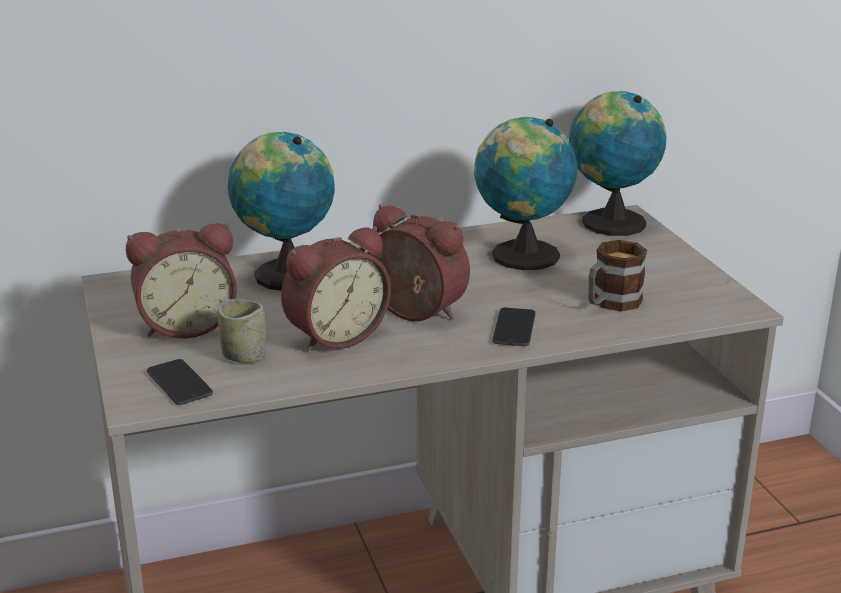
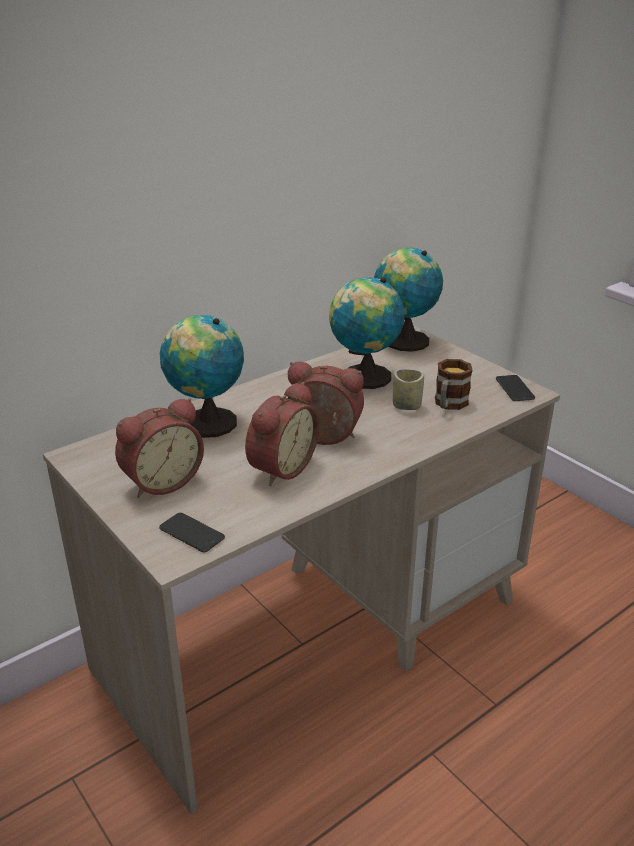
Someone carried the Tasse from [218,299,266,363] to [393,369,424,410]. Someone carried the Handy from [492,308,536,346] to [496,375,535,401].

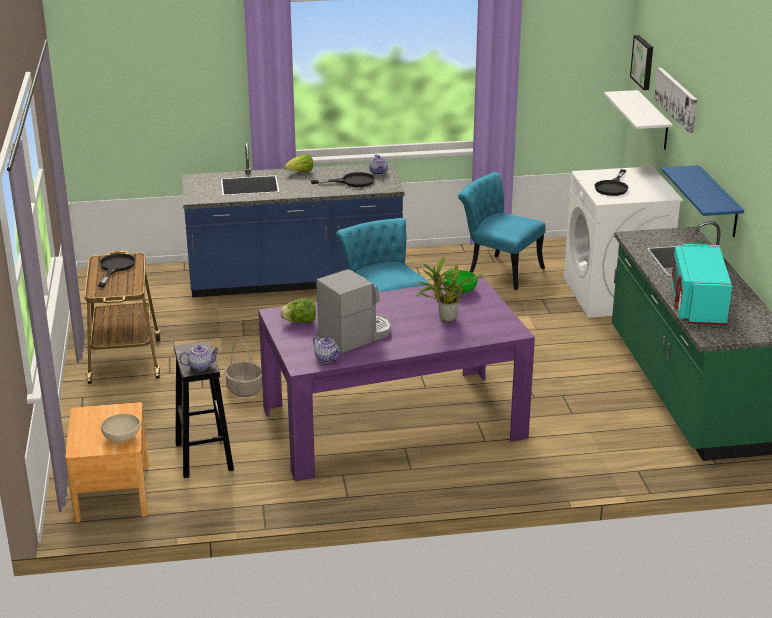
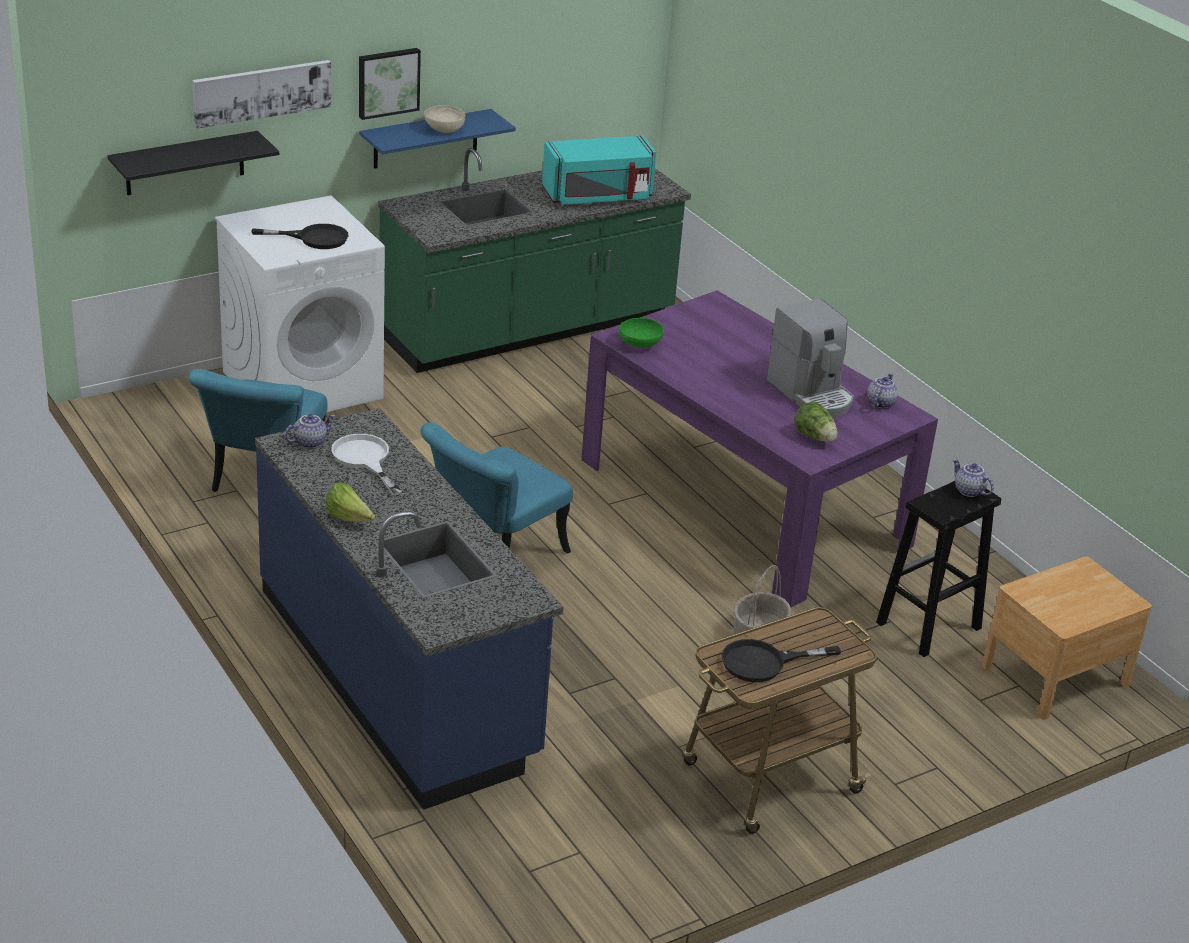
Someone carried the Bild from [630,35,653,90] to [359,48,421,120]. Someone repainted the Wandregal [weiß] at [604,90,673,150], which became the Wandregal [schwarz] at [107,131,279,195]. Someone repainted the Pfanne [schwarz] at [310,172,375,187], which became the Pfanne [weiß] at [331,434,402,496]. Someone took away the Topfpflanze at [416,257,484,322]. Someone rotated the Kaffeemaschine at [316,269,391,353] by 150 degrees counterclockwise. Someone carried the Schüssel [beige] from [101,414,140,443] to [424,105,465,133].

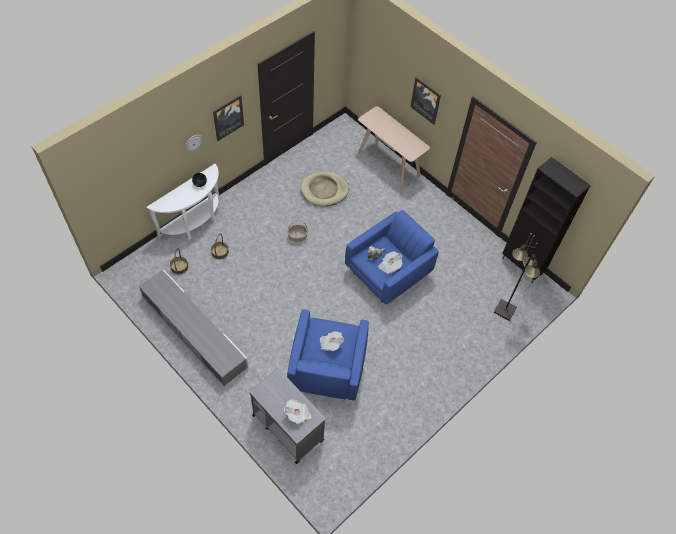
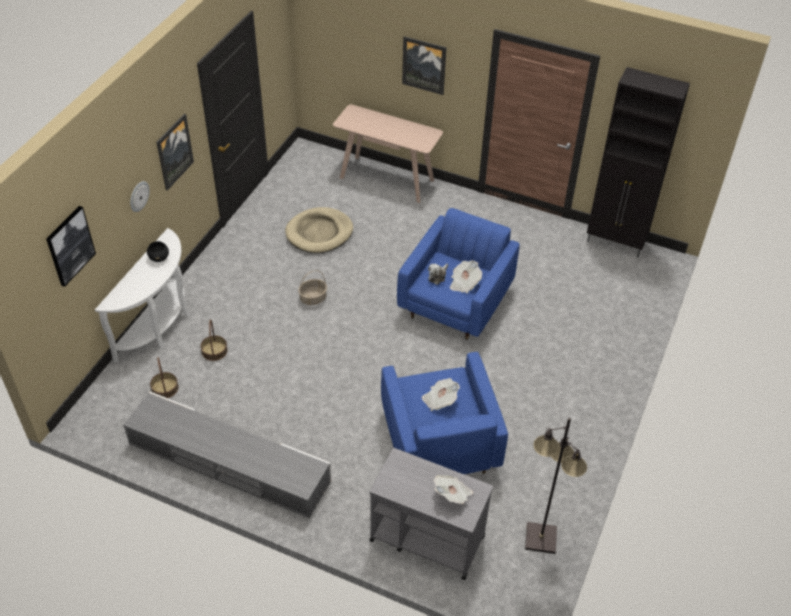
Someone carried the Stehlampe [schwarz] from [493,243,540,321] to [525,418,587,554]. Someone put up the Bild at [46,206,96,287].

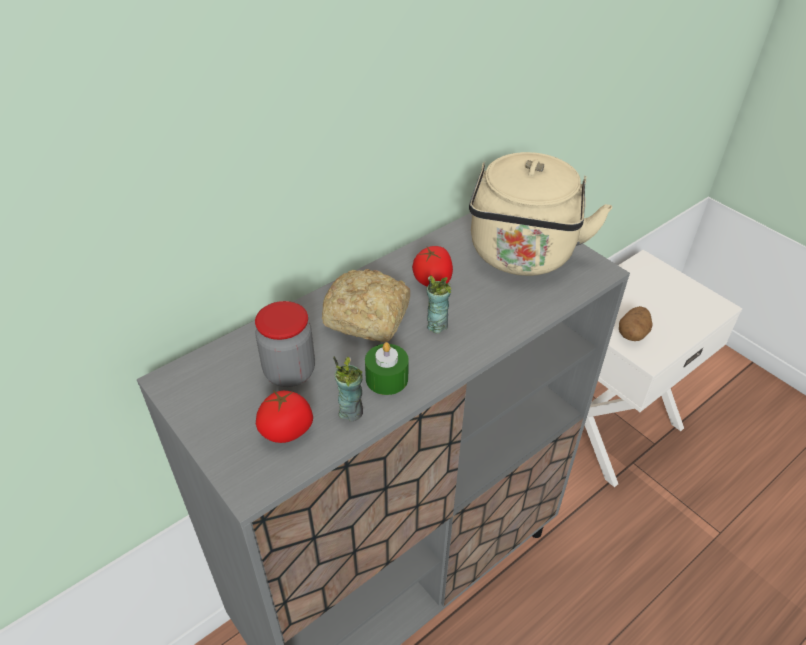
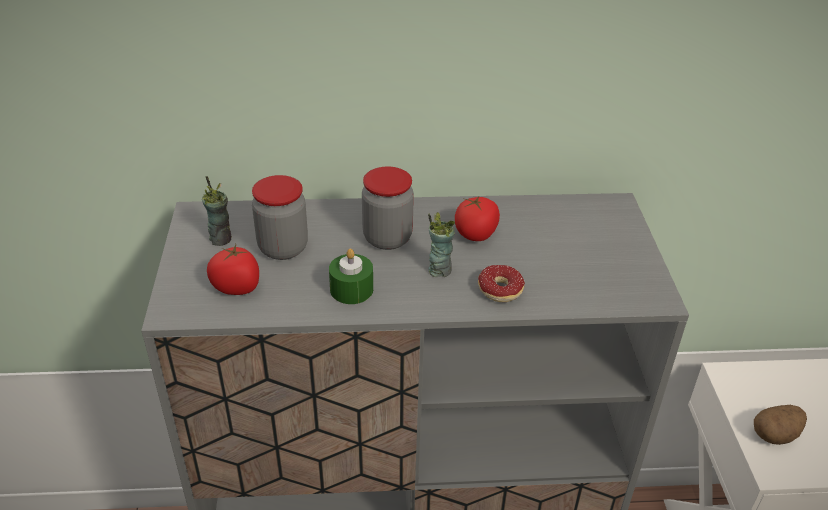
Someone took away the Wasserkessel [beige] at [469,152,612,276]. Someone swapped the Brot at [322,269,410,342] for the Vorratsglas at [362,166,414,250]. Someone carried the Tasse from [333,356,363,422] to [202,176,232,246]. Someone put down the Donut at [478,265,525,302].

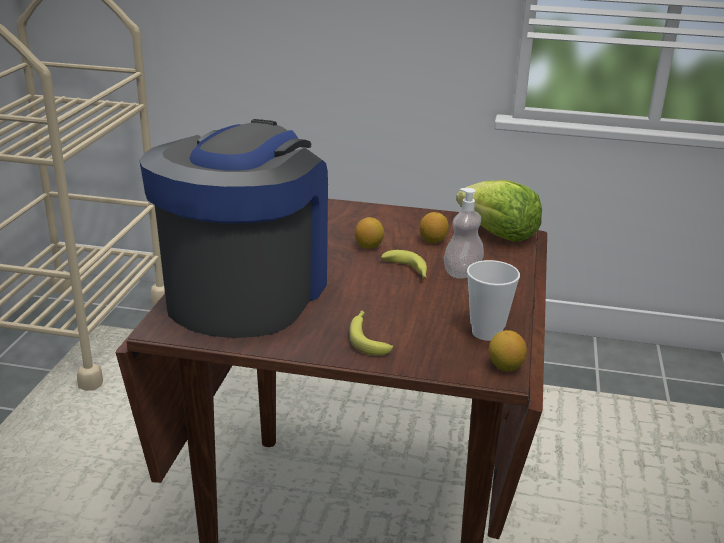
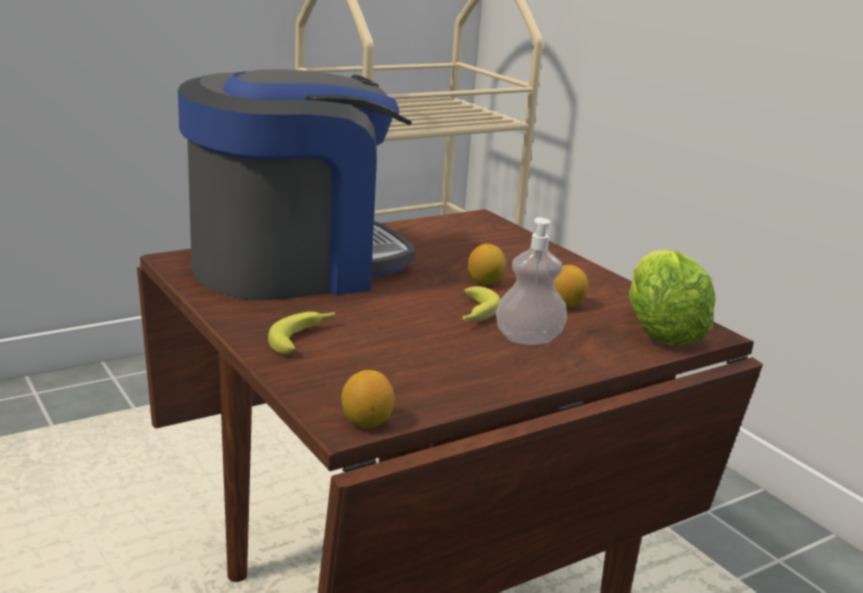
Someone took away the Tasse at [467,260,520,341].

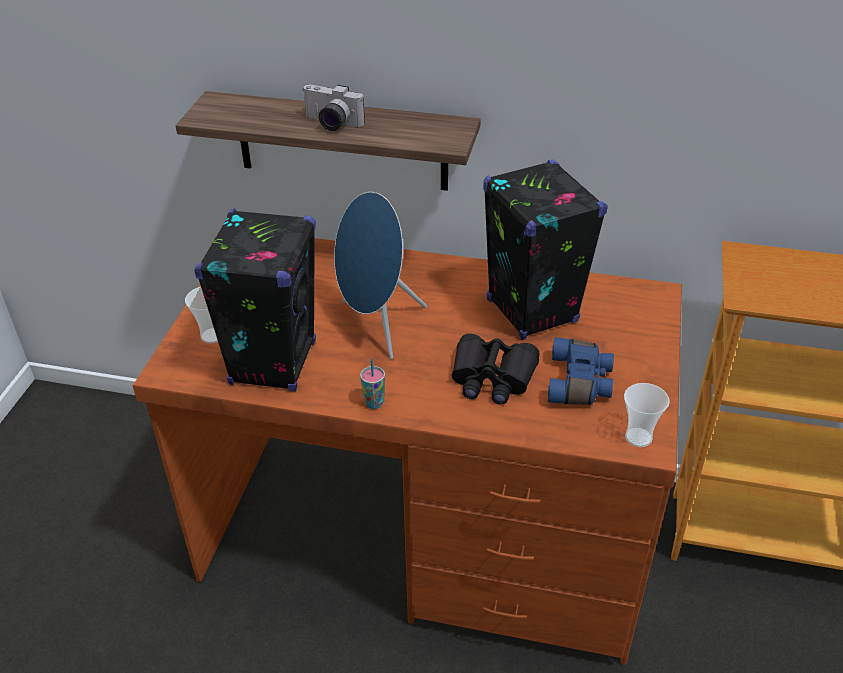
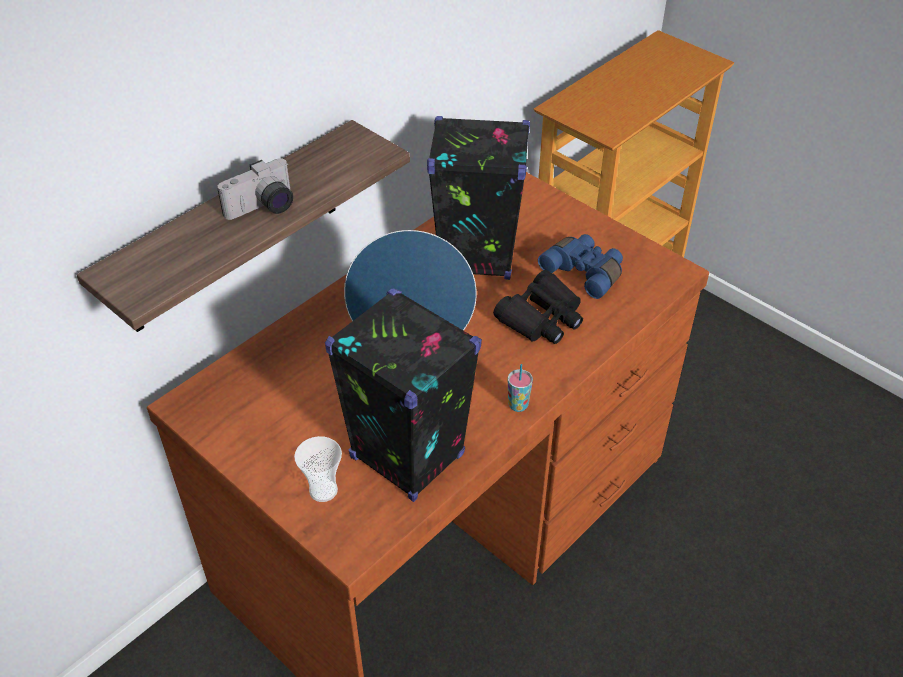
Someone took away the Tasse at [624,383,670,447].

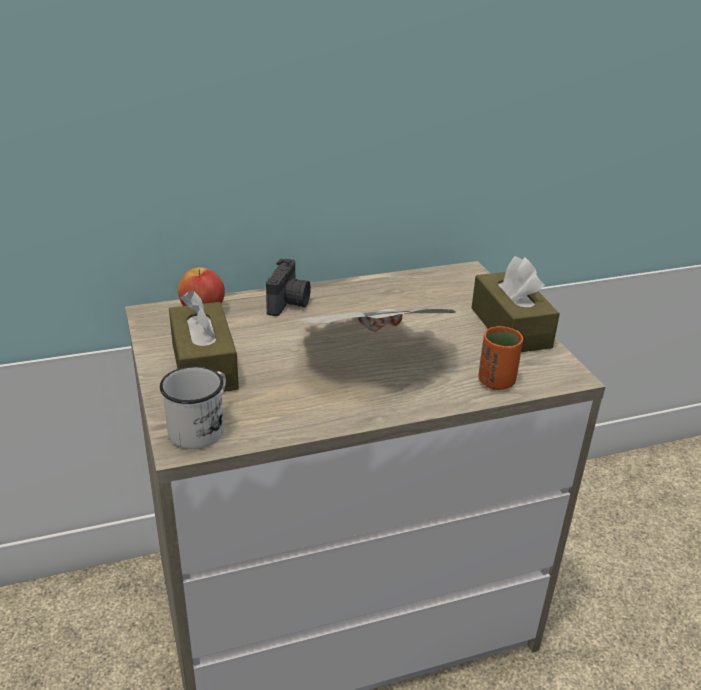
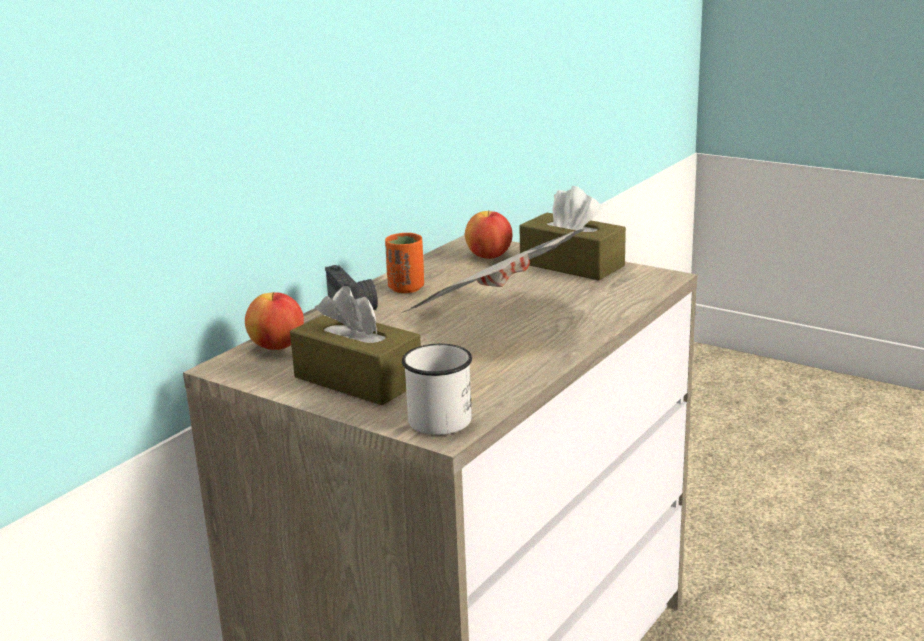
Someone carried the Tasse [orange] from [479,326,523,390] to [385,233,424,293]. Someone put down the Apfel at [465,211,512,259].

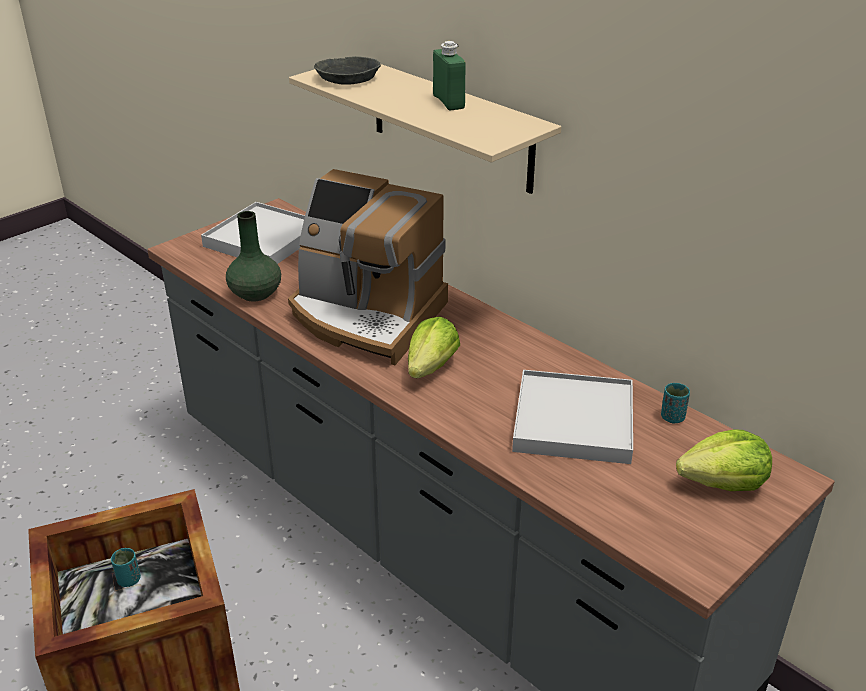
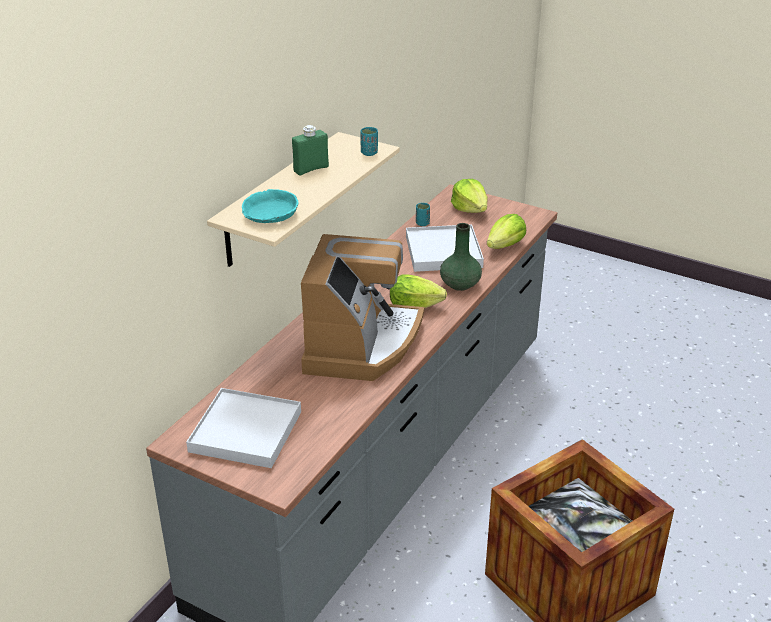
Someone repainted the Schüssel [grau] at [314,56,381,85], which became the Schüssel [türkis] at [242,189,299,223]. Someone carried the Vase [grün] from [226,211,281,302] to [440,223,482,291]. Someone carried the Tasse [türkis] from [111,548,141,587] to [361,127,378,156]. Someone put down the Salatkopf at [487,214,526,249].

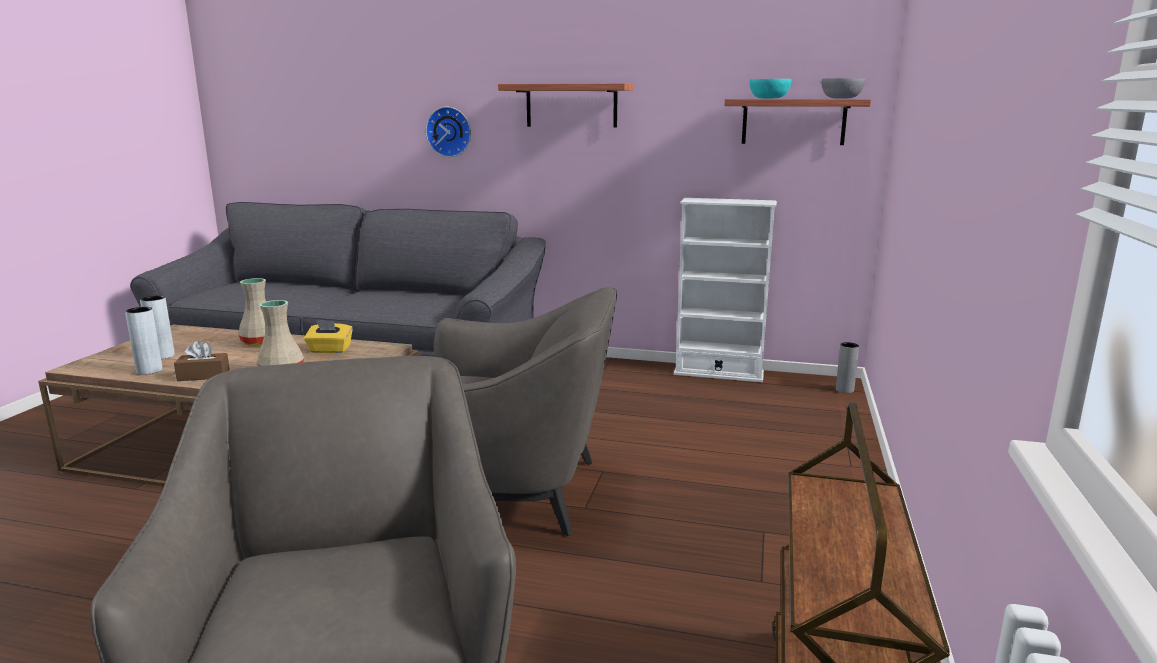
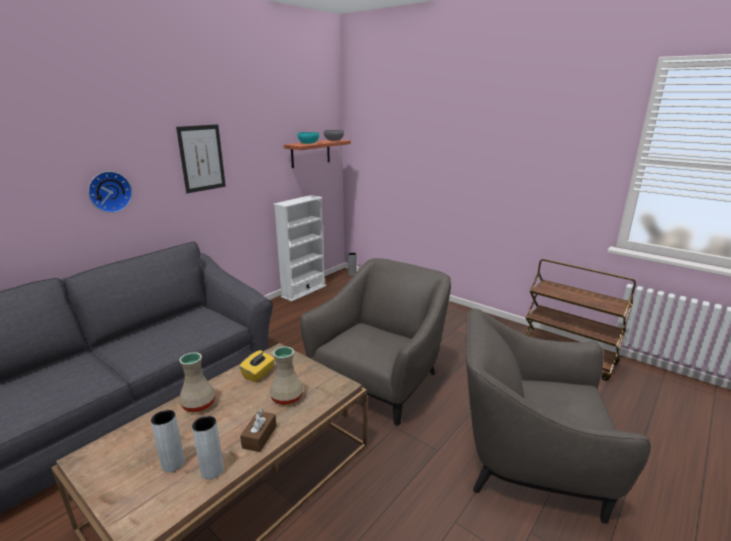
Someone swapped the Wandregal at [498,83,633,128] for the Bild at [176,124,226,193].

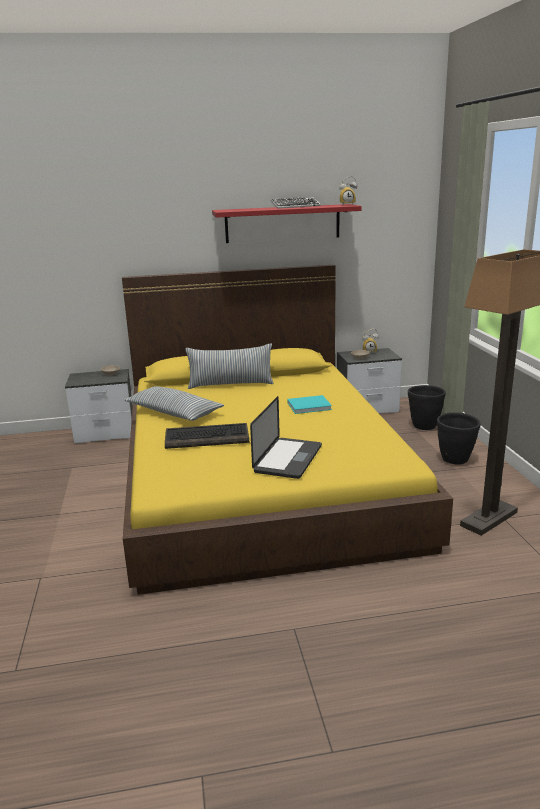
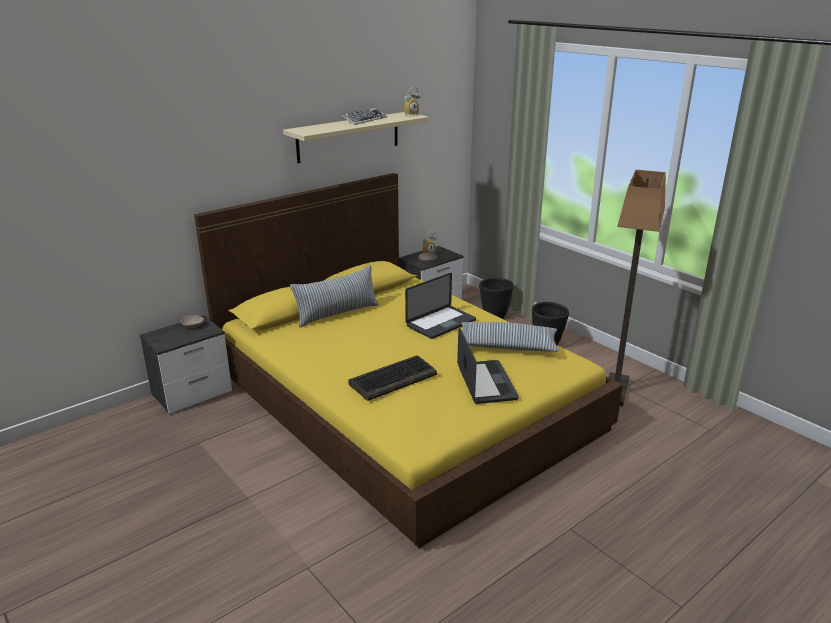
Someone repainted the Wandregal [rot] at [212,204,362,243], which became the Wandregal [beige] at [283,112,429,163]. Someone carried the Kissen from [124,386,224,421] to [457,322,559,352]. Someone swapped the Buch [türkis] at [287,395,332,414] for the Laptop at [405,273,476,339].

